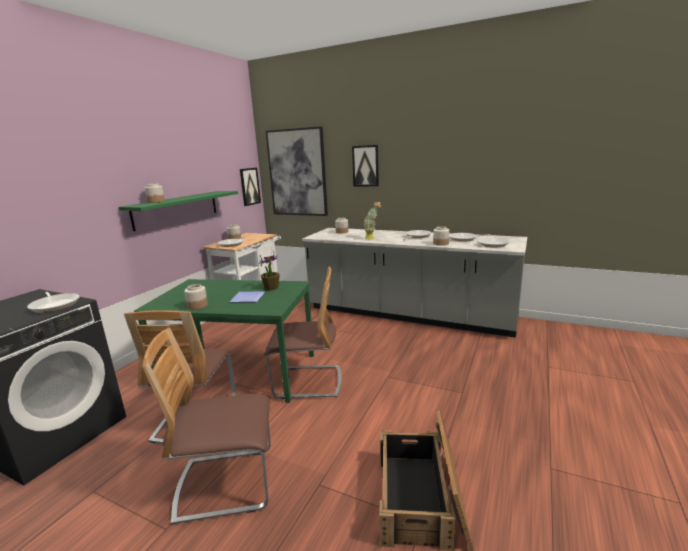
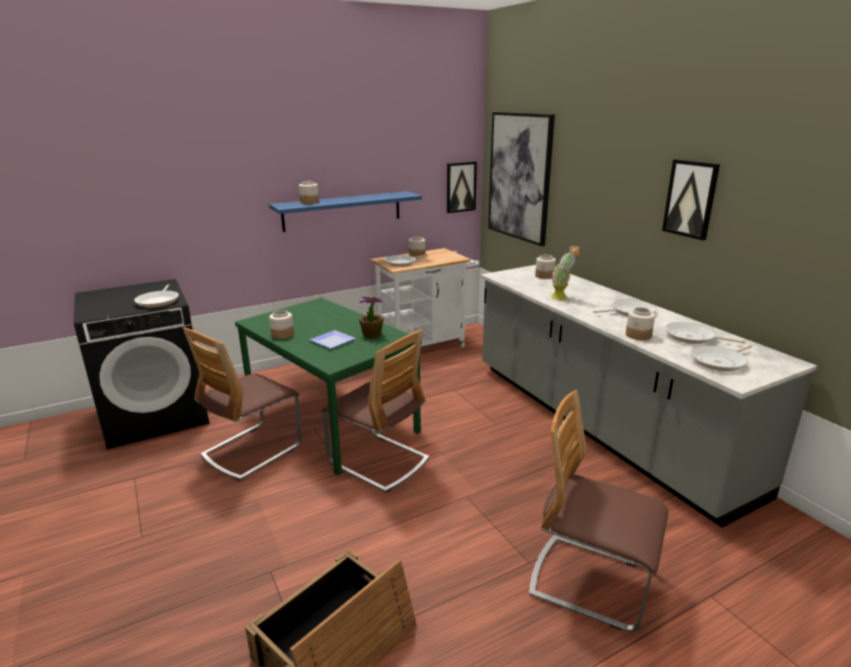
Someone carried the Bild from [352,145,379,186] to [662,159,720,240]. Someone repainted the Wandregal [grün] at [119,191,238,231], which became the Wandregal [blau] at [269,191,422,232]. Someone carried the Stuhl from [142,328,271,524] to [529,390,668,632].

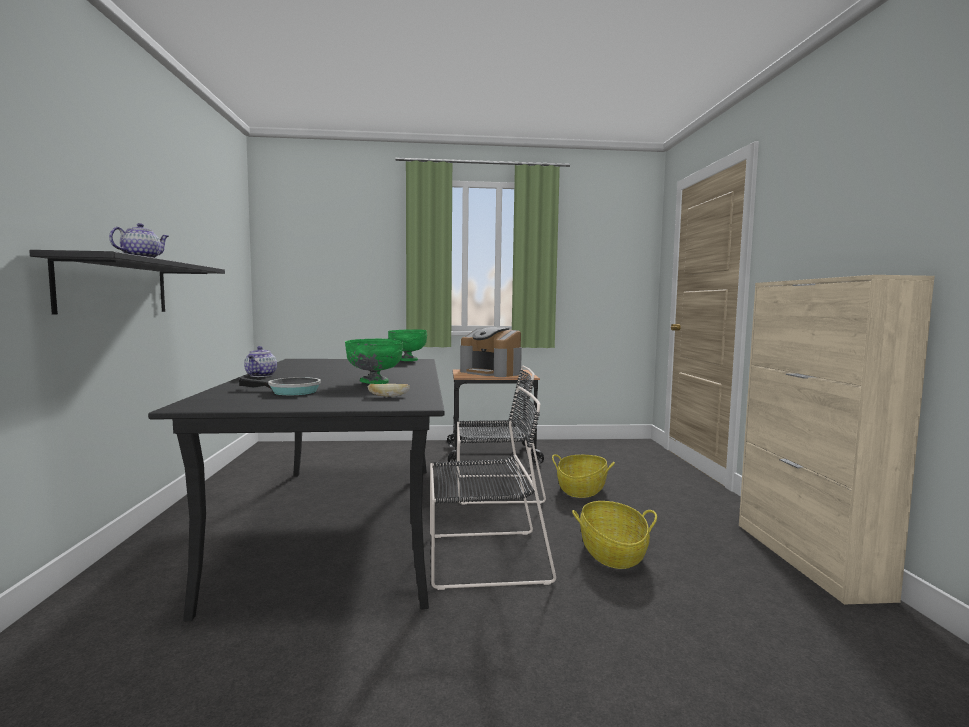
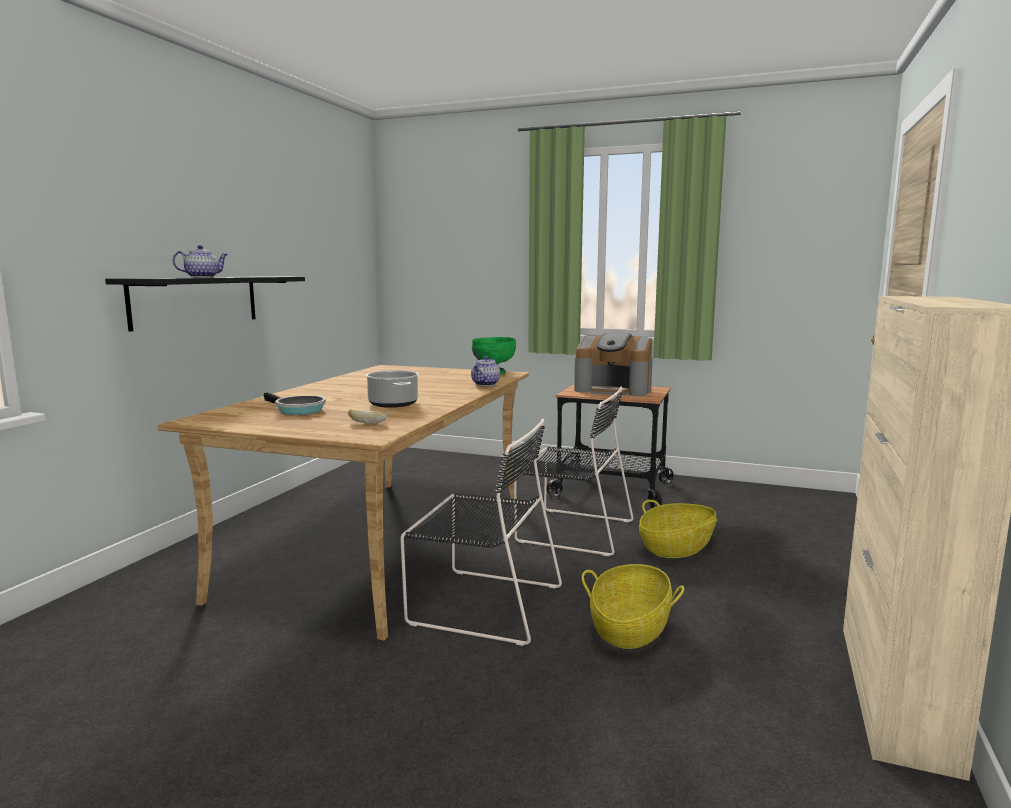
Someone rotated the Kaffeemaschine at [460,327,522,377] by 45 degrees counterclockwise. Someone swapped the Schüssel [grün] at [345,339,403,384] for the Kochtopf at [366,370,419,408]. Someone carried the Teekanne from [244,346,277,377] to [471,356,500,386]. Someone repainted the Esstisch [schwarz] at [148,359,444,622], which became the Esstisch [beige] at [157,365,529,641].

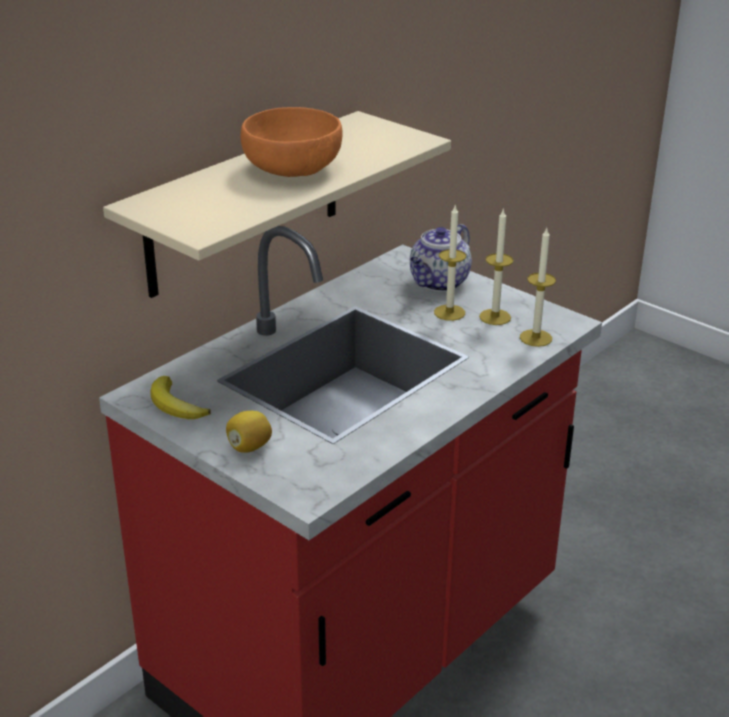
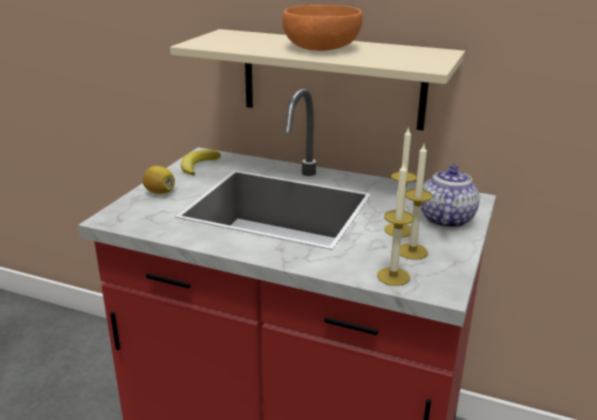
Someone rotated the Teekanne at [410,224,472,292] by 90 degrees clockwise.

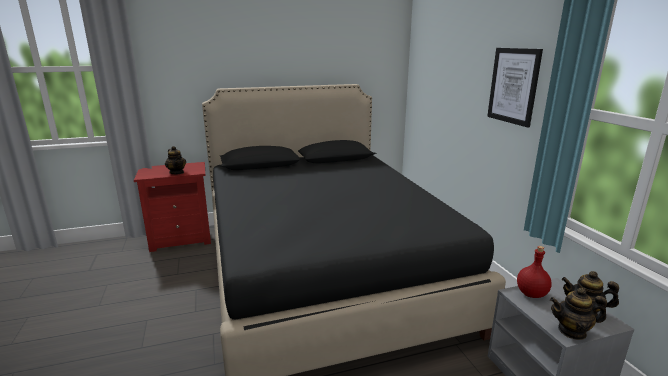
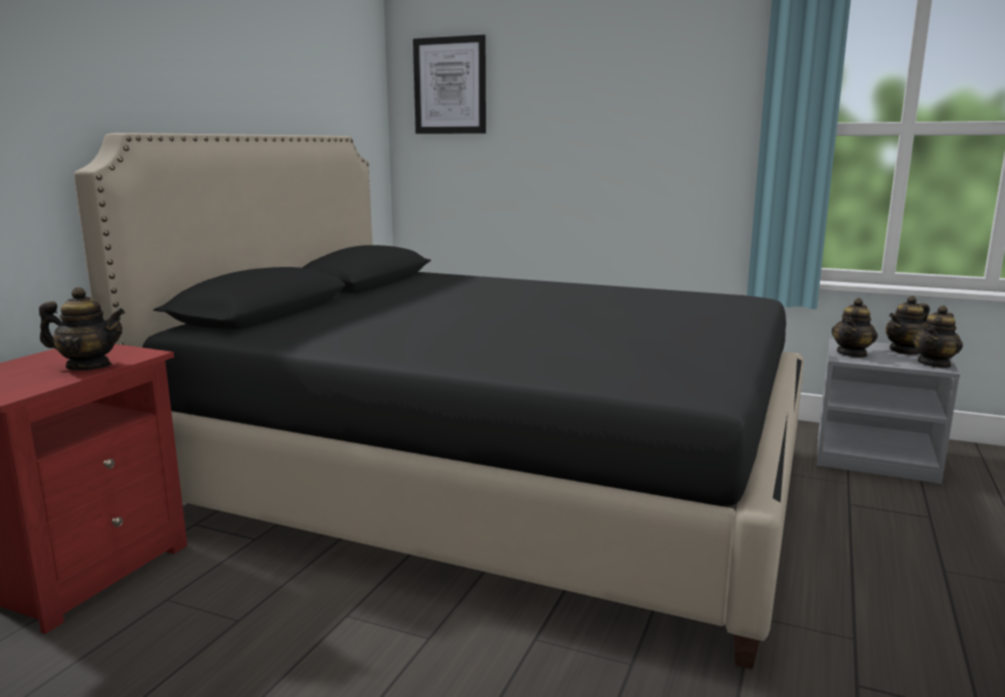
Someone carried the Bild from [487,48,543,127] to [413,35,486,134]. Someone swapped the Flasche [rot] at [517,246,552,298] for the Teekanne at [832,298,878,358].

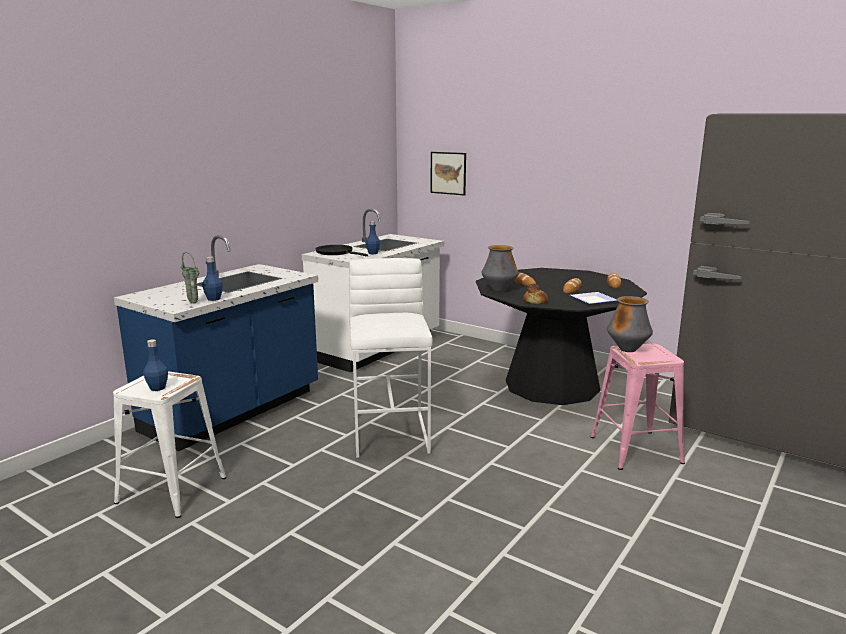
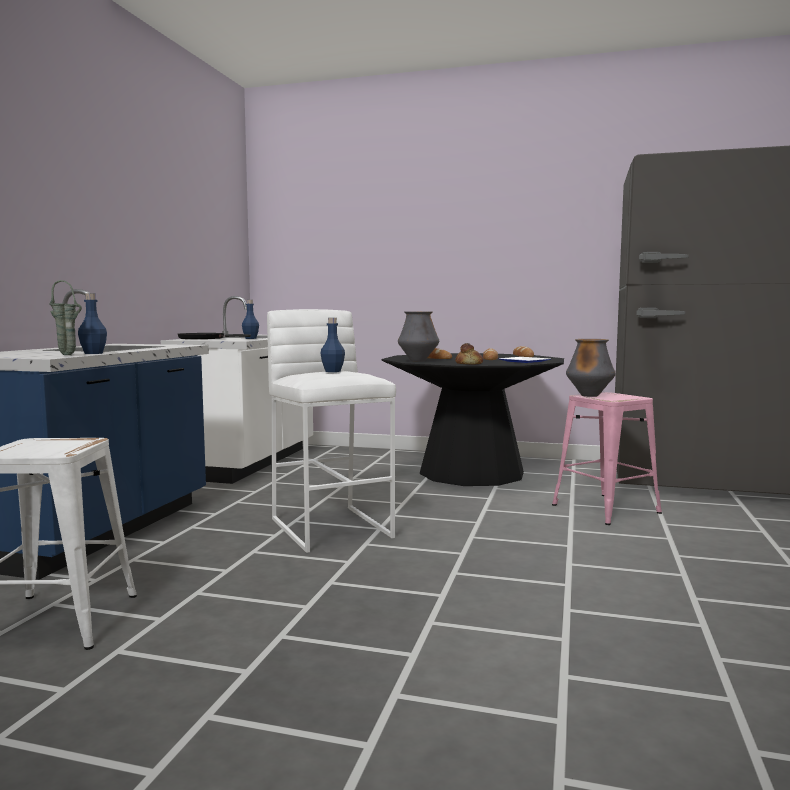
Someone took away the Bild at [431,152,466,196]. Someone carried the Flasche [blau] from [143,339,168,391] to [320,318,345,372].

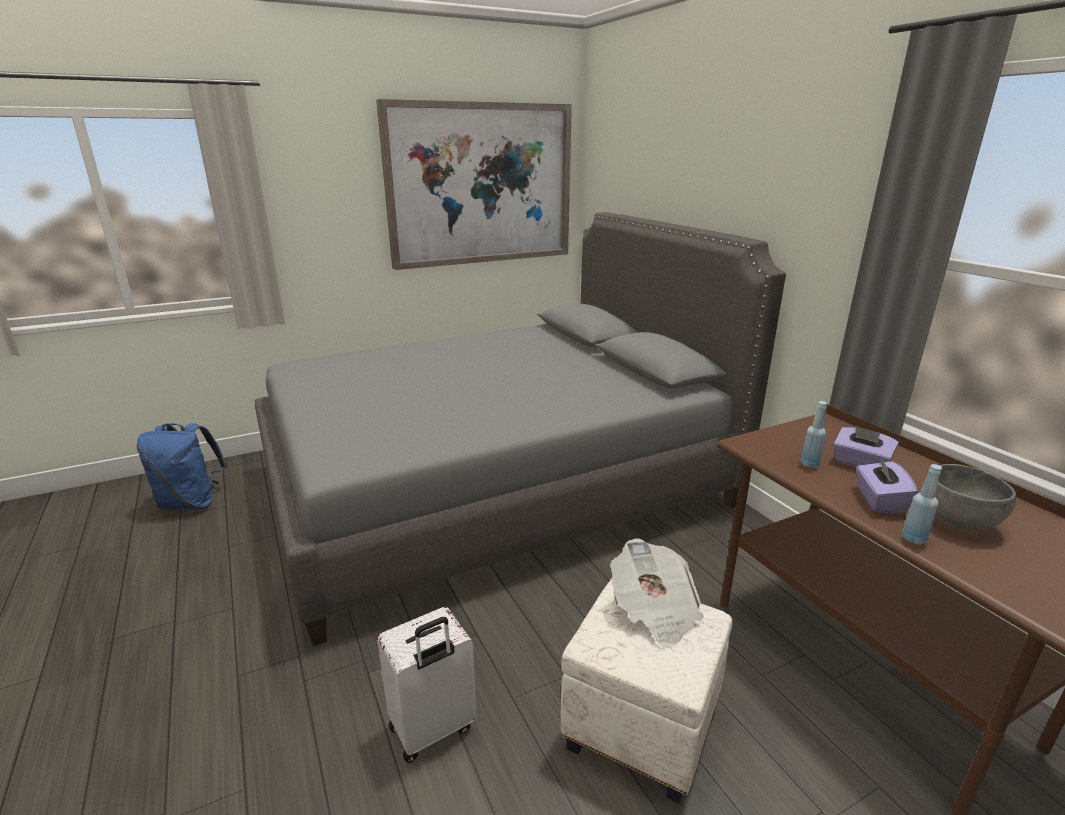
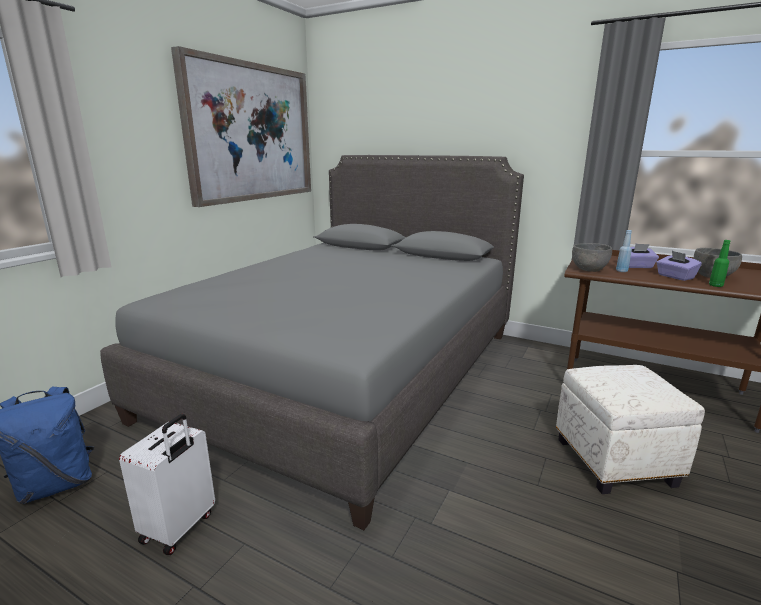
Someone repainted the Flasche [blau] at [902,464,942,544], which became the Flasche [grün] at [709,240,731,287]. Someone took away the Zeitung at [610,539,704,648]. Someone carried the Koffer [weiß] from [377,607,477,763] to [119,414,215,555]. Someone put down the Schüssel [grau] at [572,243,612,272].

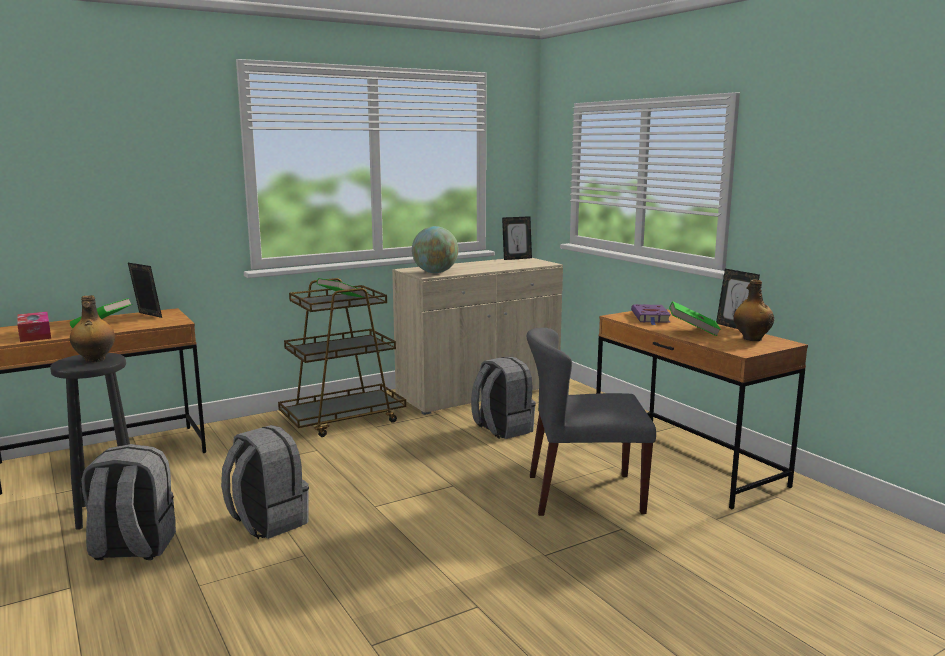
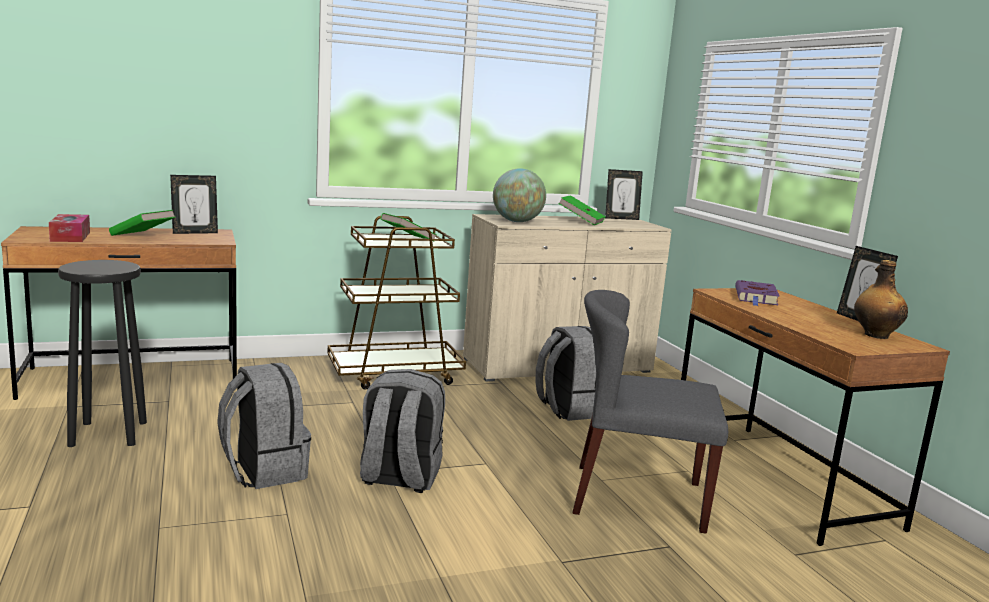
Someone rotated the Bilderrahmen at [128,263,162,318] by 105 degrees clockwise. Someone took away the Flasche at [70,295,115,363]. Someone carried the Buch [grün] from [669,301,721,336] to [558,195,606,225]. Someone carried the Rucksack [grau] from [81,444,176,560] to [360,369,445,493].

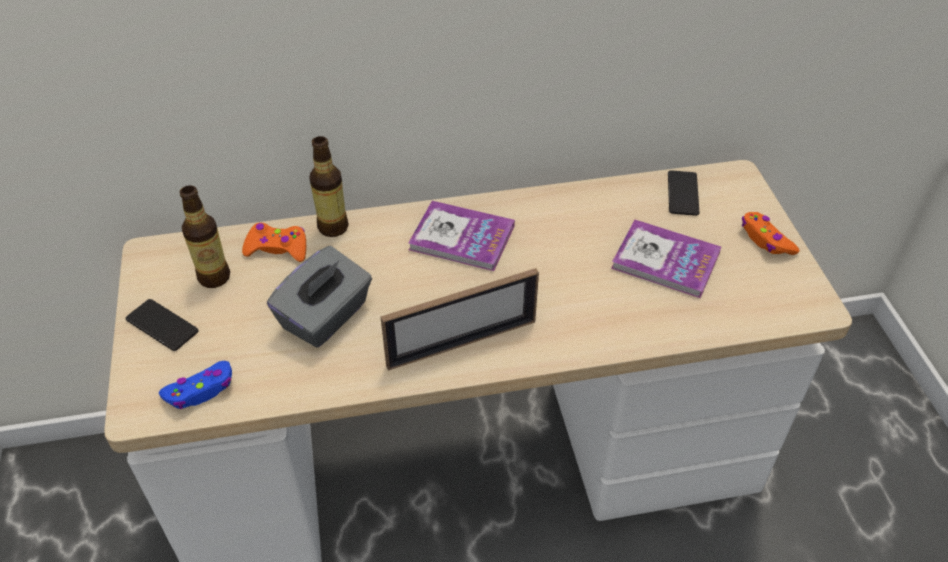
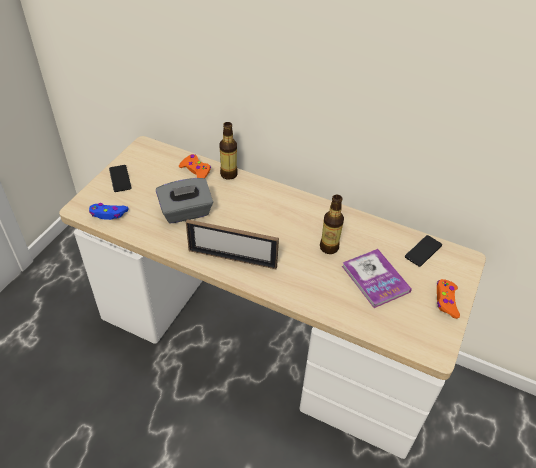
Someone carried the Flasche from [180,185,230,288] to [320,195,344,254]. Someone took away the Buch at [408,201,515,271].

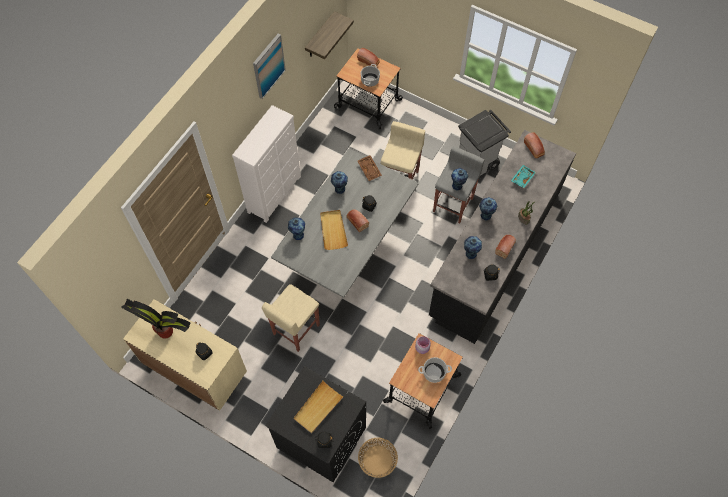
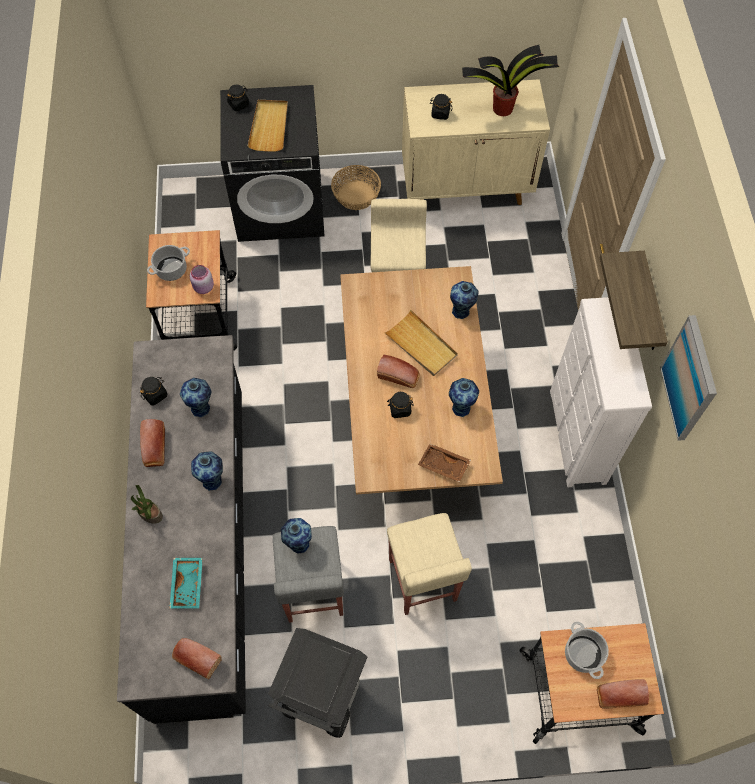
Someone carried the Wandregal from [305,11,354,59] to [600,251,668,350]. Someone repainted the Esstisch [grau] at [271,149,419,298], which became the Esstisch [braun] at [340,266,503,495]. Someone carried the Korb from [358,438,398,478] to [331,165,381,210].

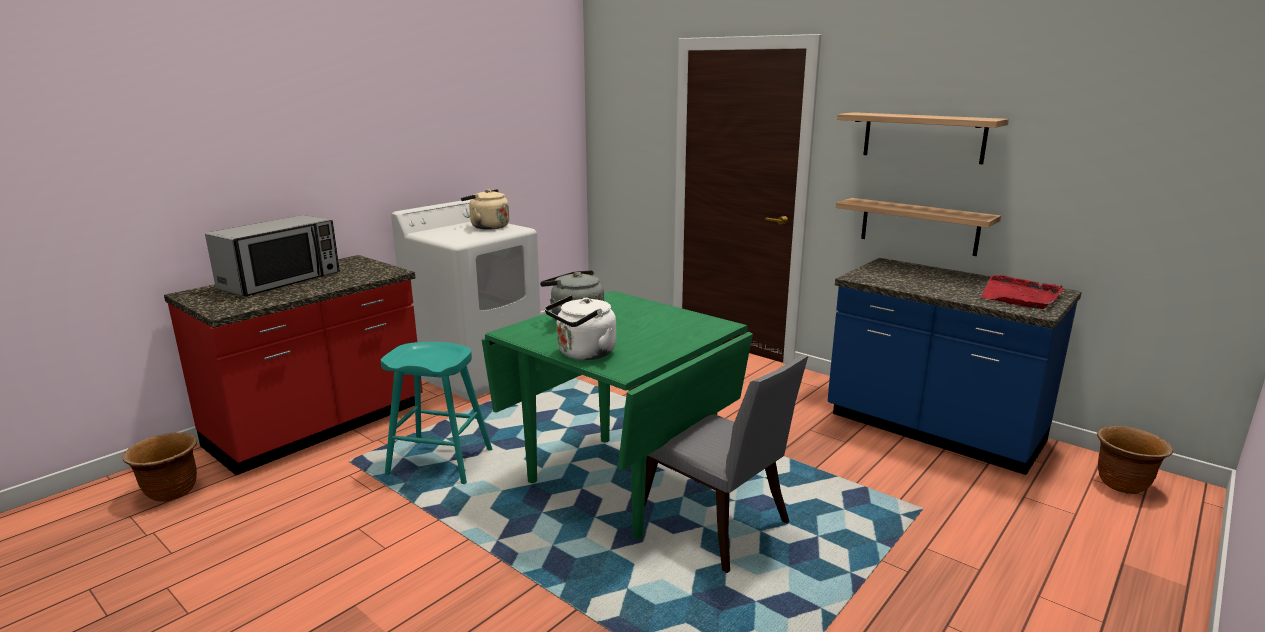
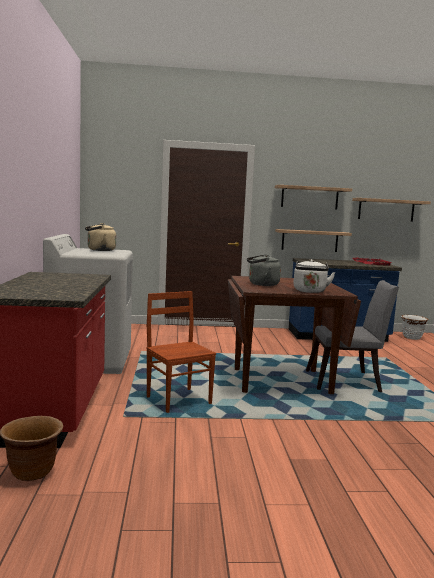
Someone took away the Mikrowelle at [205,215,340,296]. Someone repainted the Esstisch [grün] at [482,291,753,539], which became the Esstisch [braun] at [228,276,361,394]. Someone swapped the Hocker [türkis] at [381,342,492,484] for the Stuhl [braun] at [146,291,216,413]. Someone repainted the Pflanzkübel [braun] at [1097,426,1173,494], which became the Pflanzkübel [weiß] at [401,315,429,340]. Someone put up the Wandregal at [352,198,431,222].

